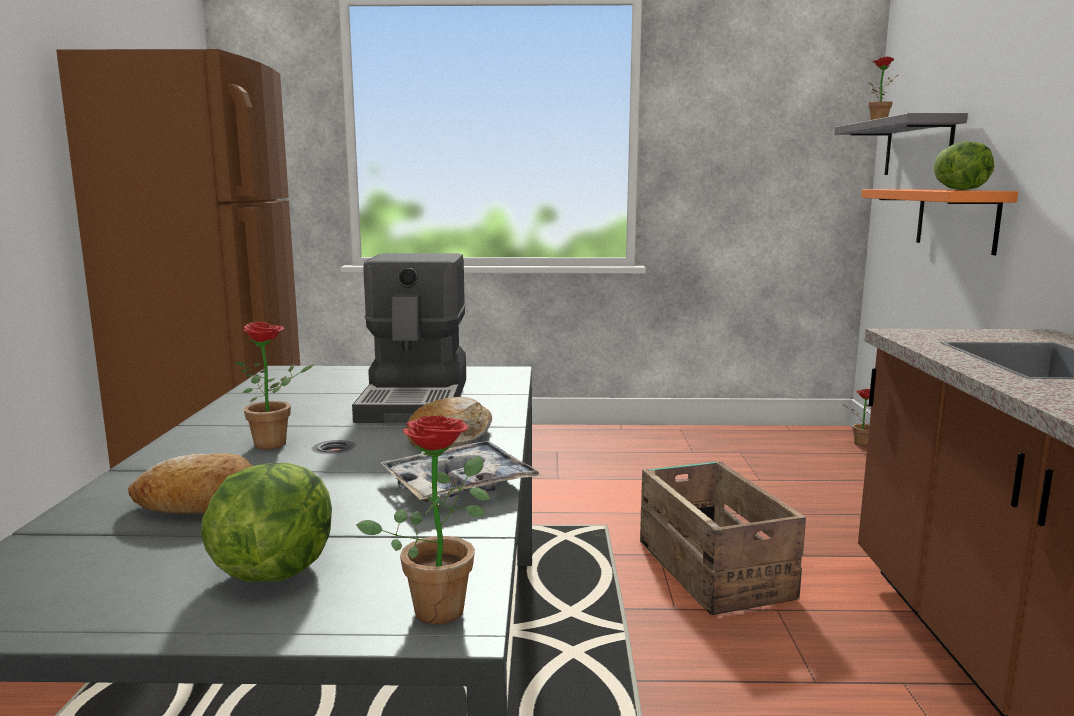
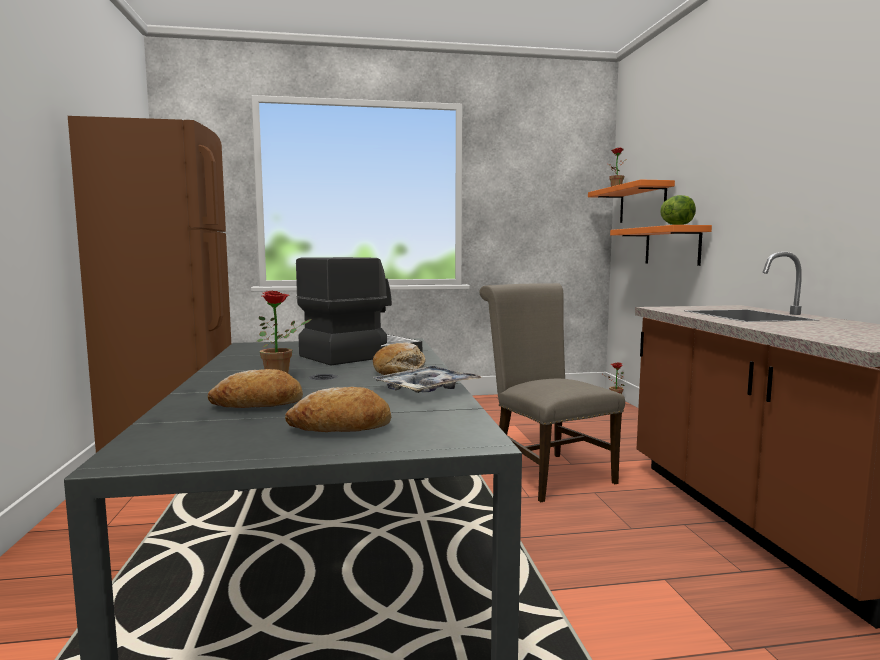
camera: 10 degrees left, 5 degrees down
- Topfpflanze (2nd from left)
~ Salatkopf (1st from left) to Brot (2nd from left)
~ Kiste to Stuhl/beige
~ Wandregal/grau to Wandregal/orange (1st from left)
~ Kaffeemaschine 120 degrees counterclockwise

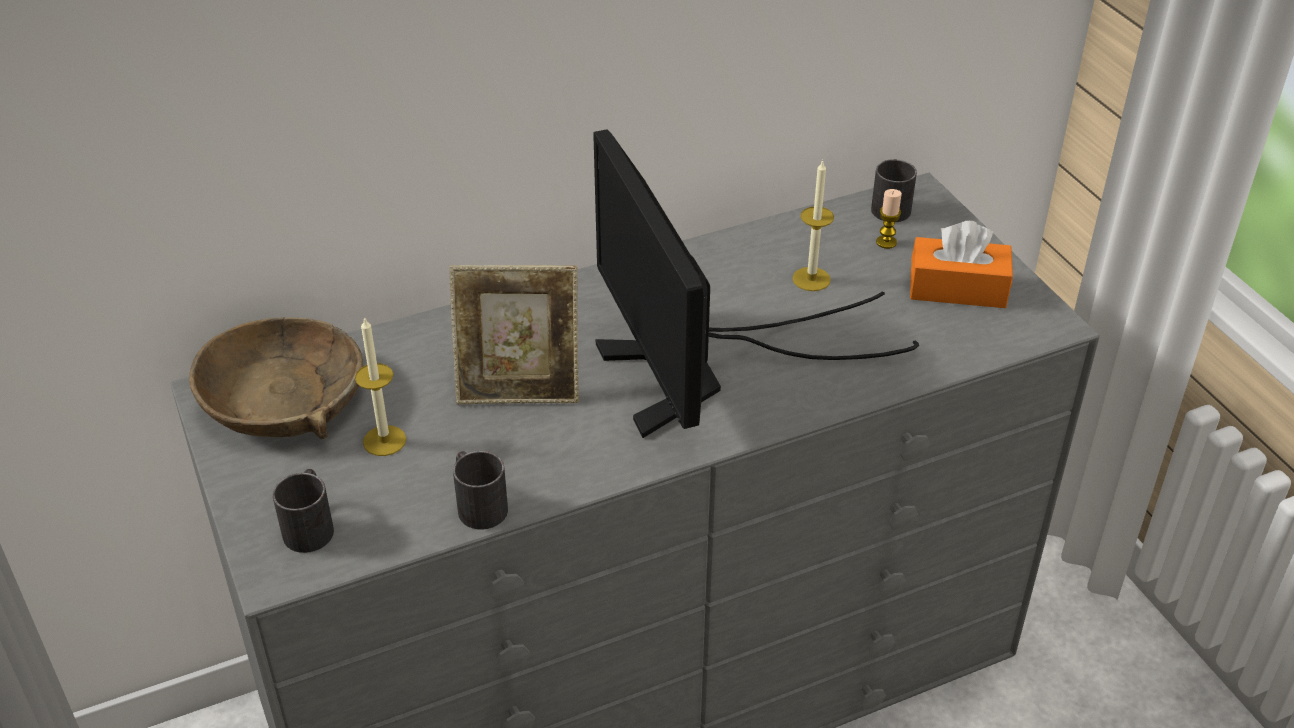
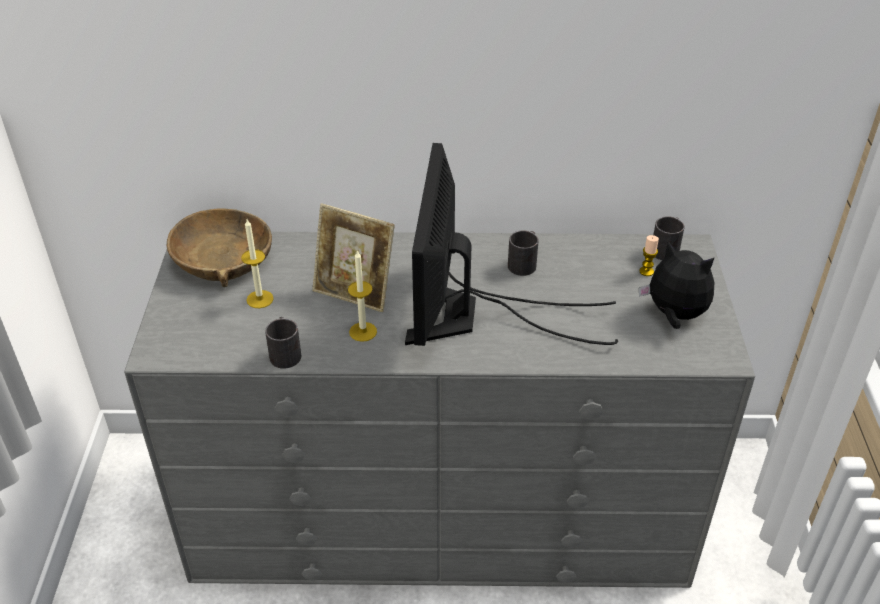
camera: 25 degrees right, 0 degrees up
~ Henkelbecher/schwarz (1st from left in the first image) to Henkelbecher/schwarz (2nd from left)
~ Kerze (2nd from left)
~ Taschentuchbox/orange to Plüschtier

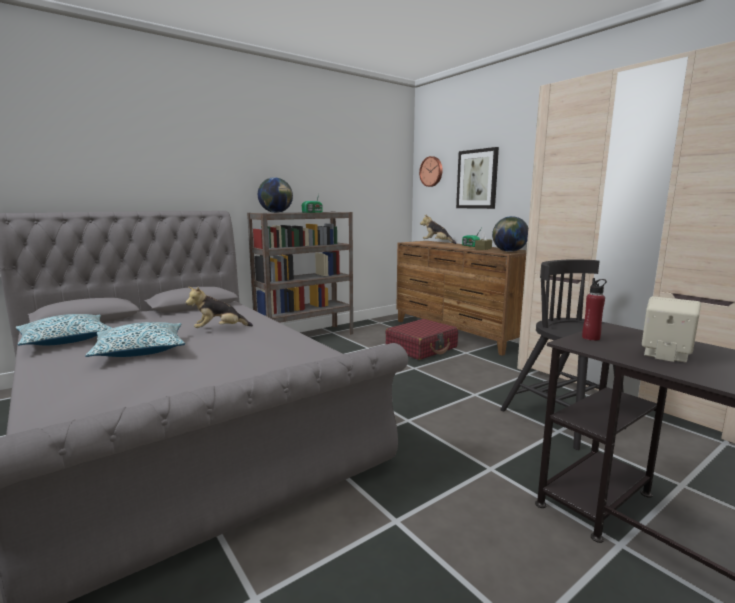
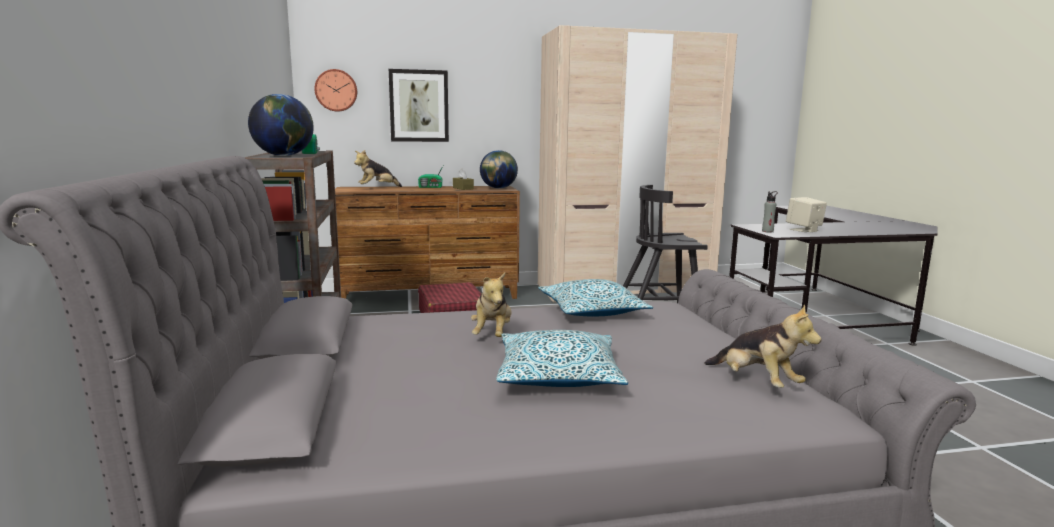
camera: 65 degrees left, 0 degrees up
+ Plüschtier (3rd from left)
~ Kissen (1st from left in the first image) to Kissen (2nd from left)
~ Flasche/rot to Flasche/grau

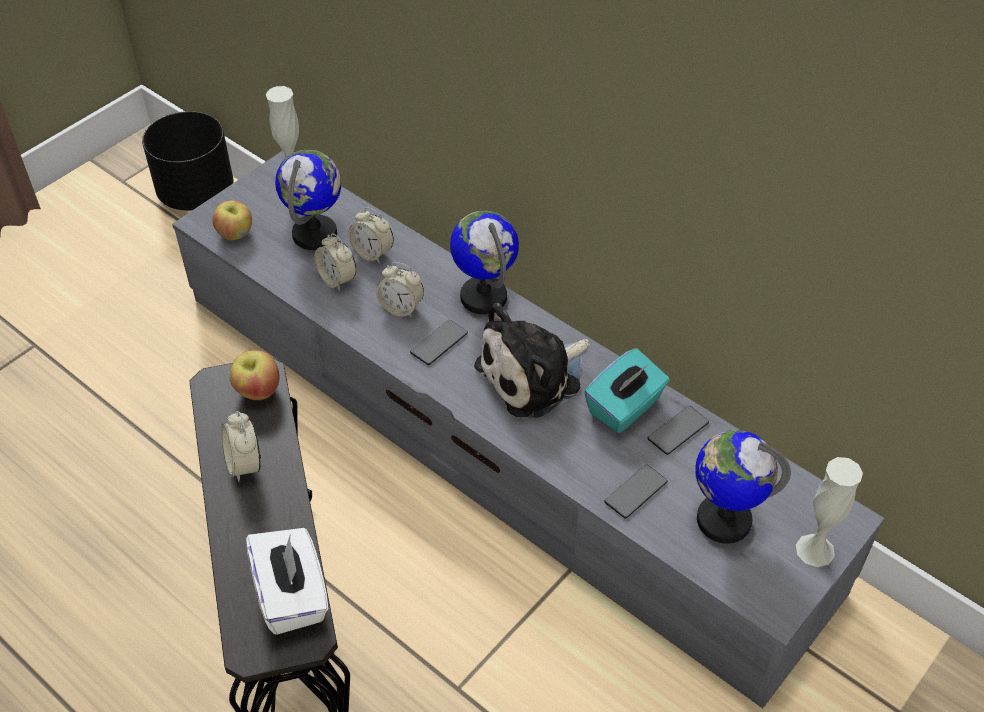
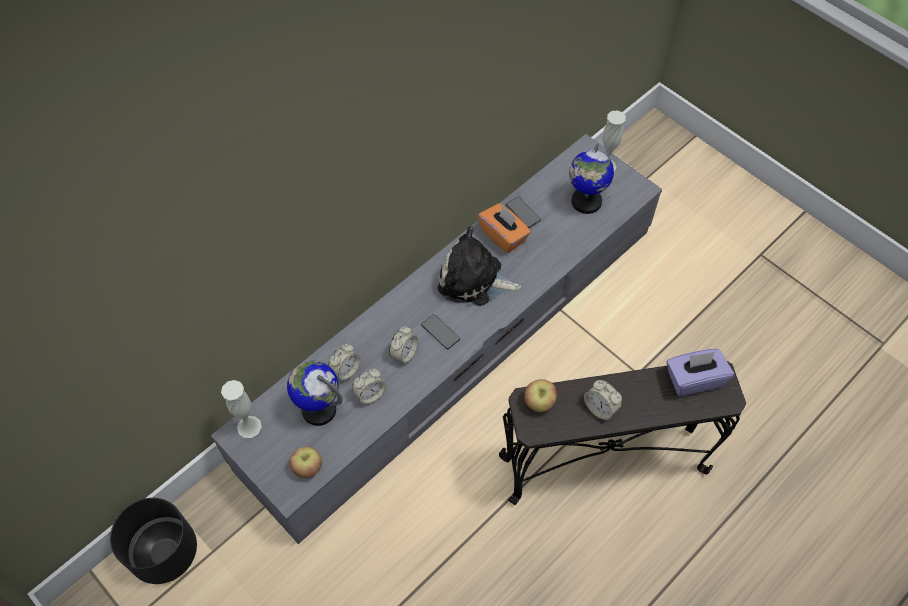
camera: 85 degrees left, 10 degrees up
- Globus (2nd from left)
- Handy (2nd from left)
~ Taschentuchbox/weiß to Taschentuchbox/lila
~ Taschentuchbox/türkis to Taschentuchbox/orange
~ Wecker (1st from left in the first image) 60 degrees clockwise
~ Plüschtier 135 degrees clockwise

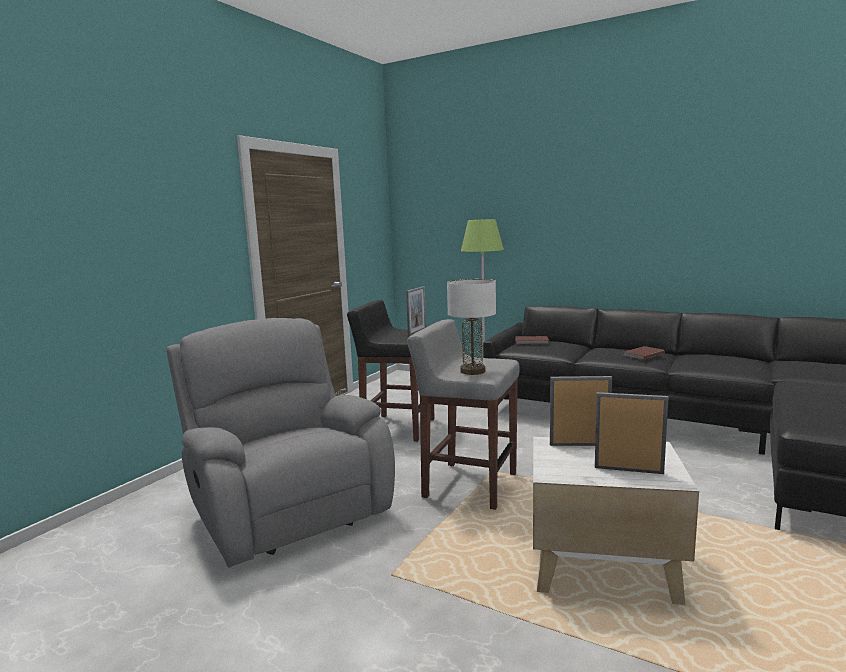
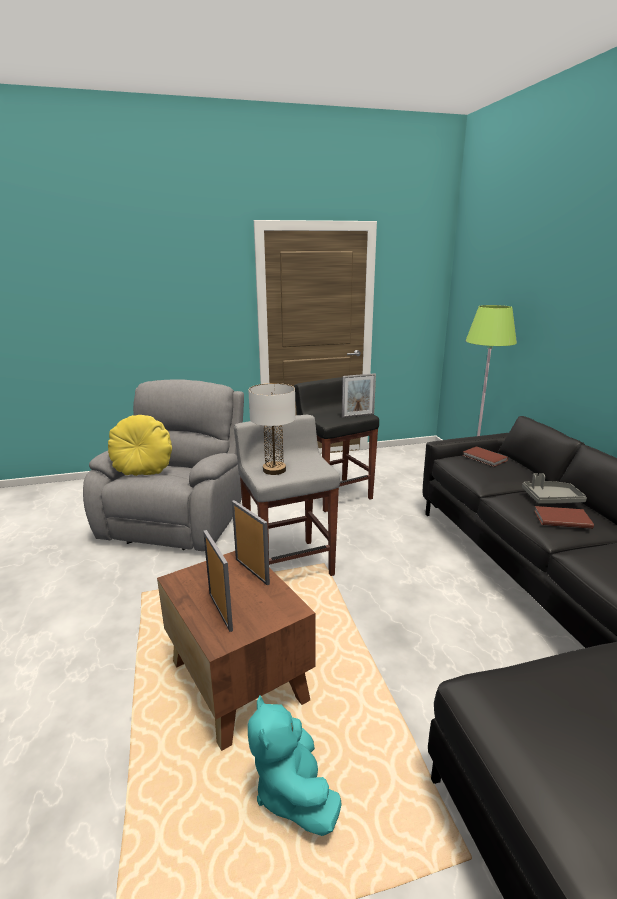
camera: 45 degrees right, 10 degrees up
+ Kissen/gelb
+ Plüschtier/türkis
+ Tablett/grau
~ Beistelltisch/weiß to Beistelltisch/braun

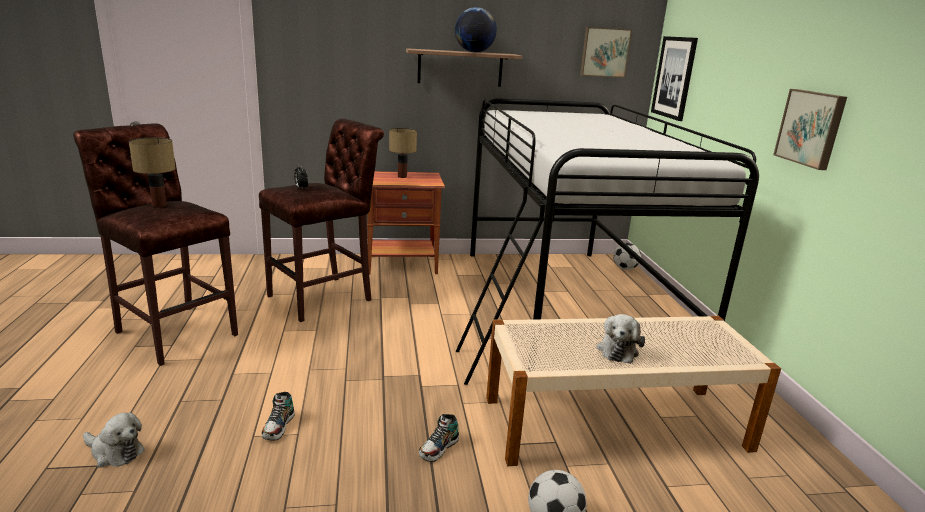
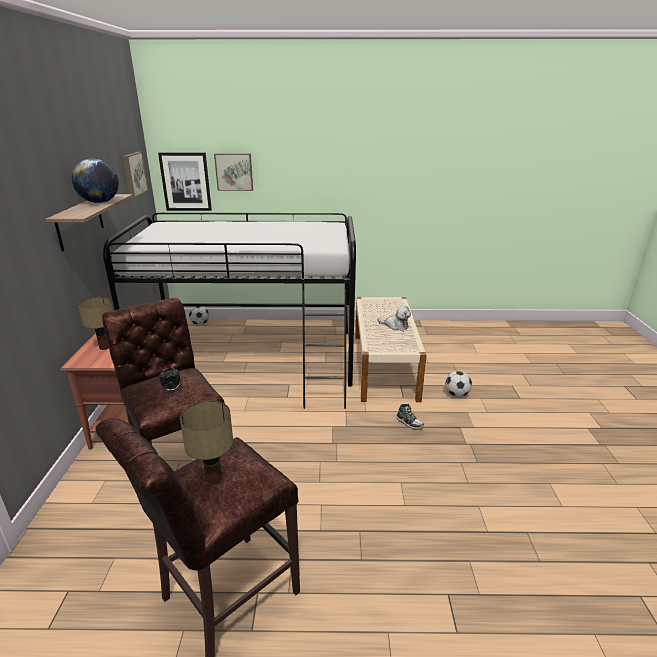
camera: 80 degrees left, 5 degrees up
- Plüschtier (1st from left)
- Schuh (1st from left)
~ Bild (3rd from left)

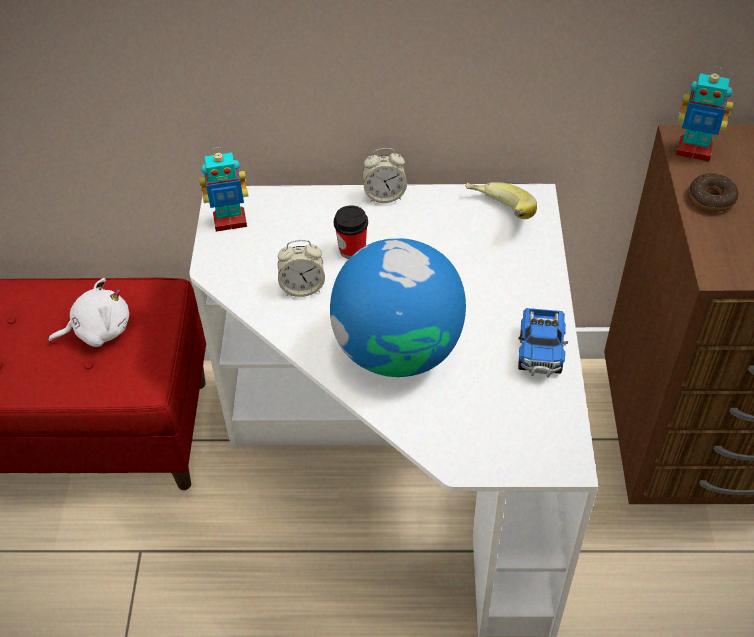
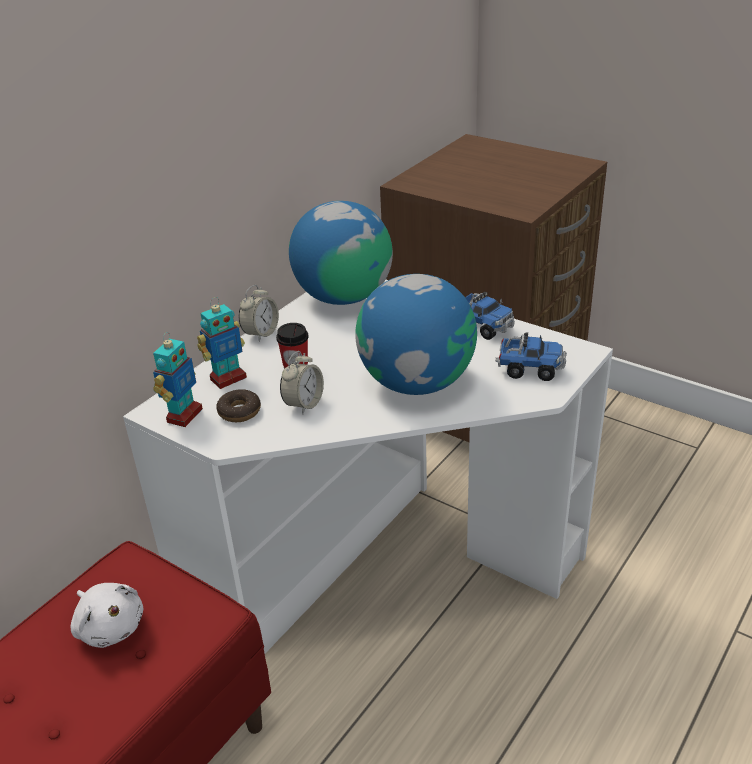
camera: 55 degrees left, 15 degrees down
+ Spielzeuglaster (2nd from left)
~ Spielzeugroboter (2nd from left)
~ Donut
~ Banane to Globus (1st from left)
~ Plüschtier/weiß 120 degrees clockwise

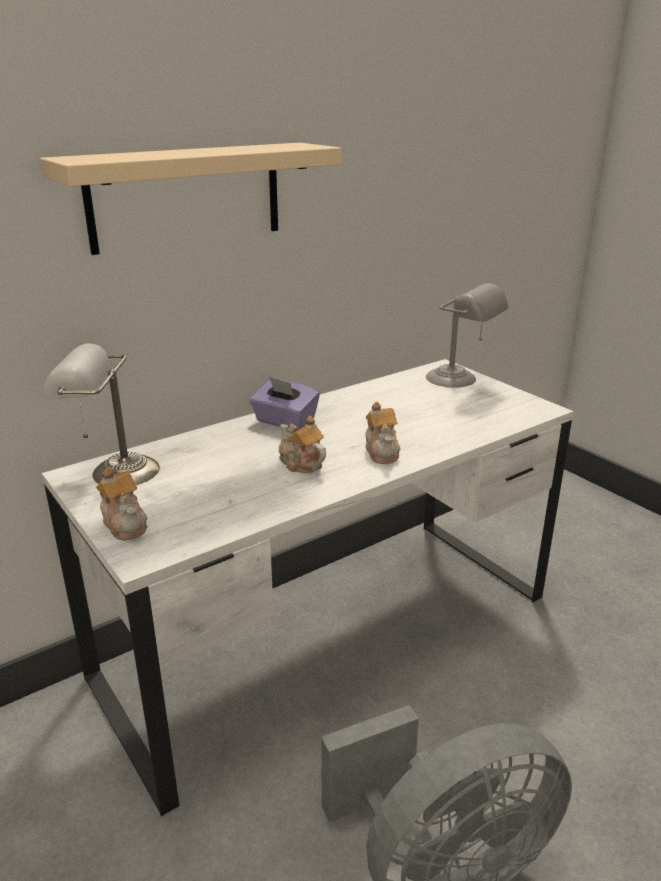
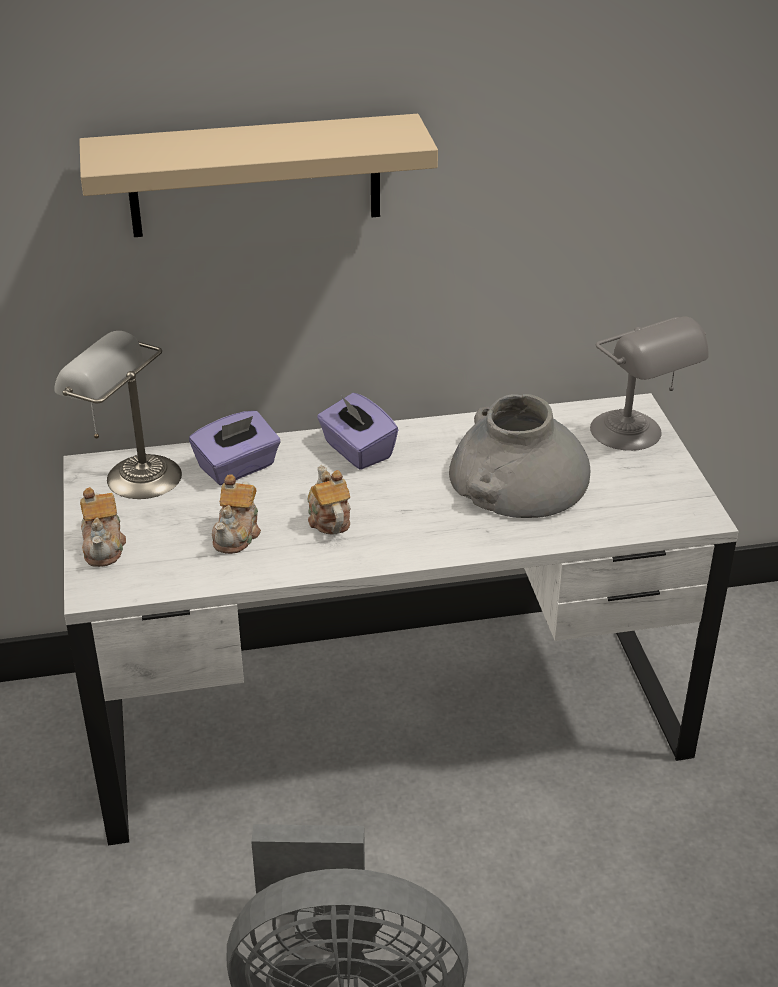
camera: 25 degrees right, 10 degrees up
+ Taschentuchbox/lila (1st from left)
+ Vase/grau
~ Teekanne (3rd from left in the first image) to Teekanne (2nd from left)

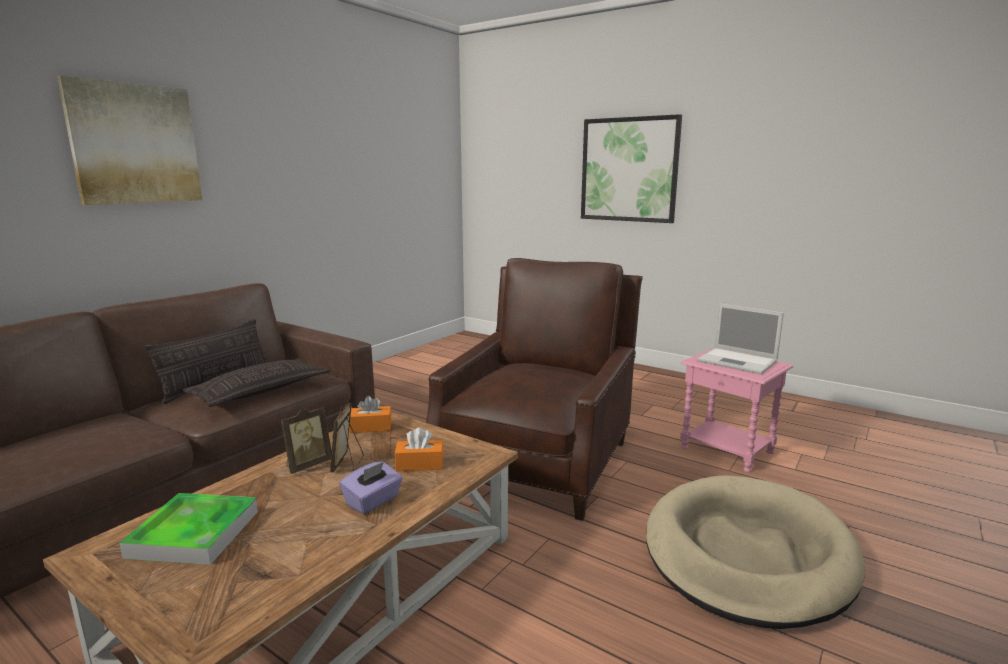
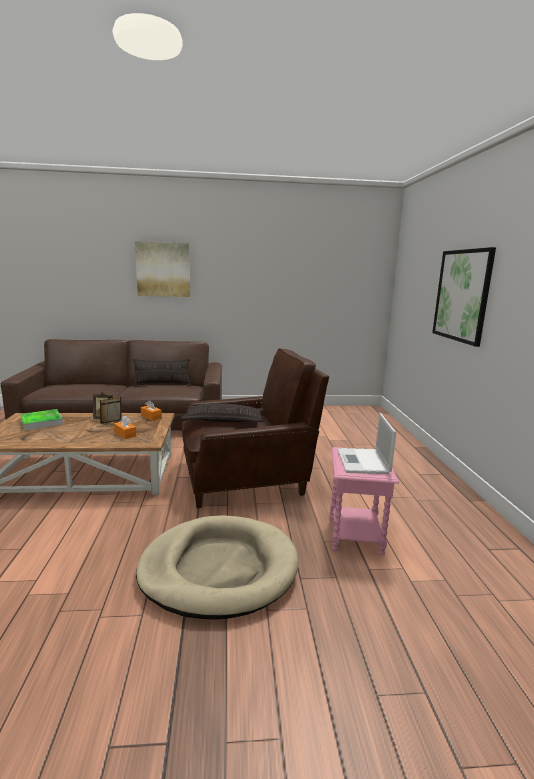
camera: 50 degrees right, 0 degrees up
- Taschentuchbox/lila
~ Kissen (2nd from left)

